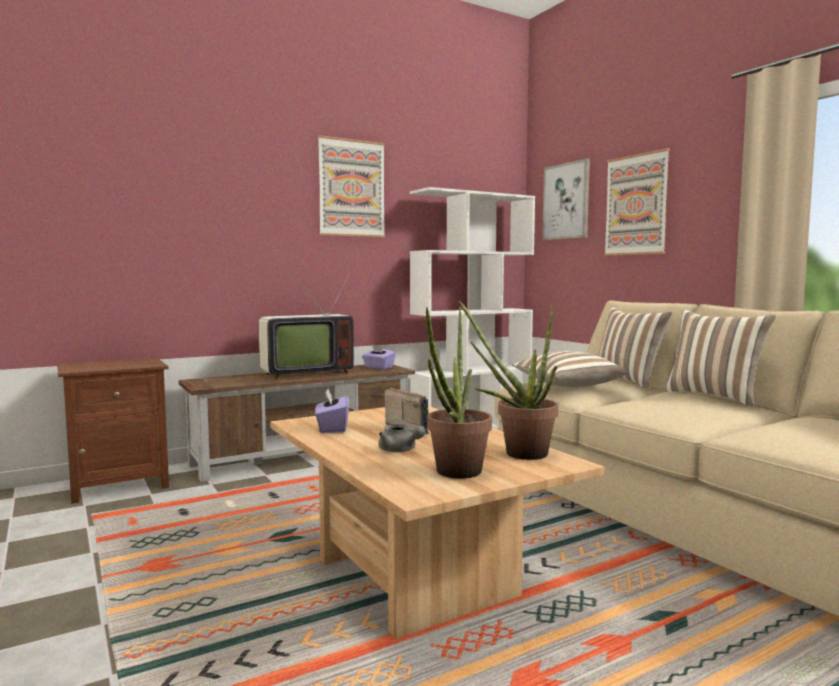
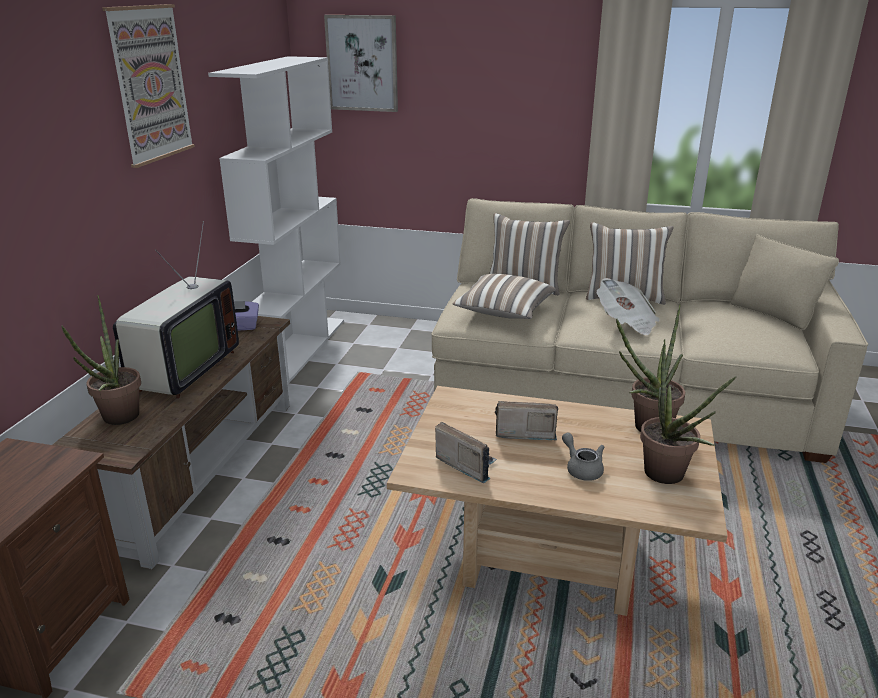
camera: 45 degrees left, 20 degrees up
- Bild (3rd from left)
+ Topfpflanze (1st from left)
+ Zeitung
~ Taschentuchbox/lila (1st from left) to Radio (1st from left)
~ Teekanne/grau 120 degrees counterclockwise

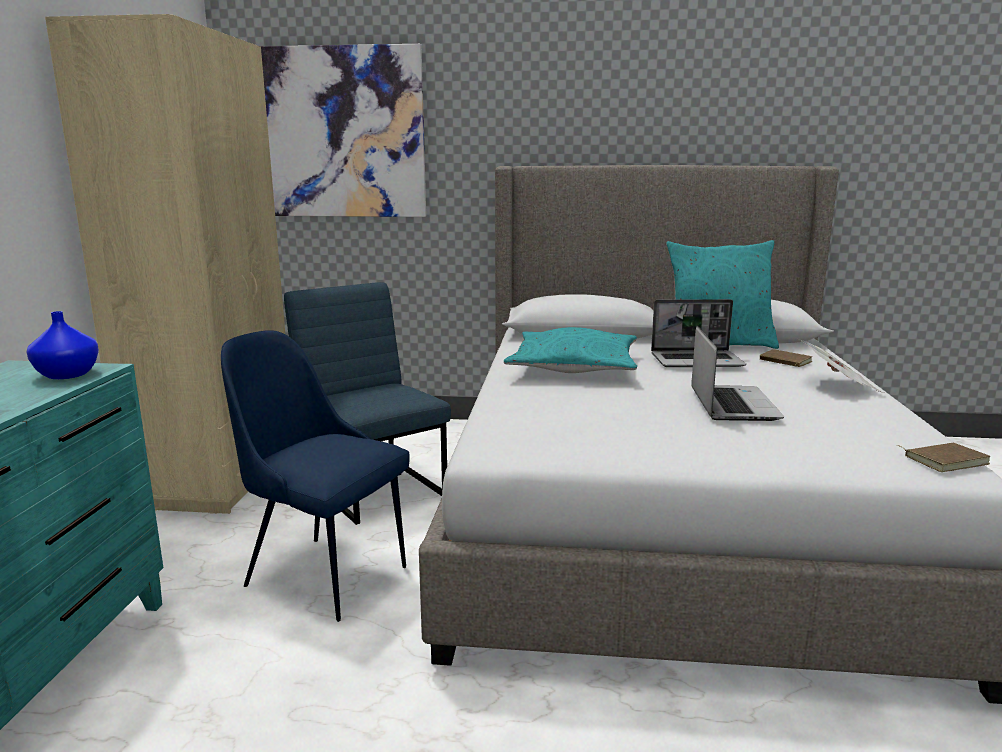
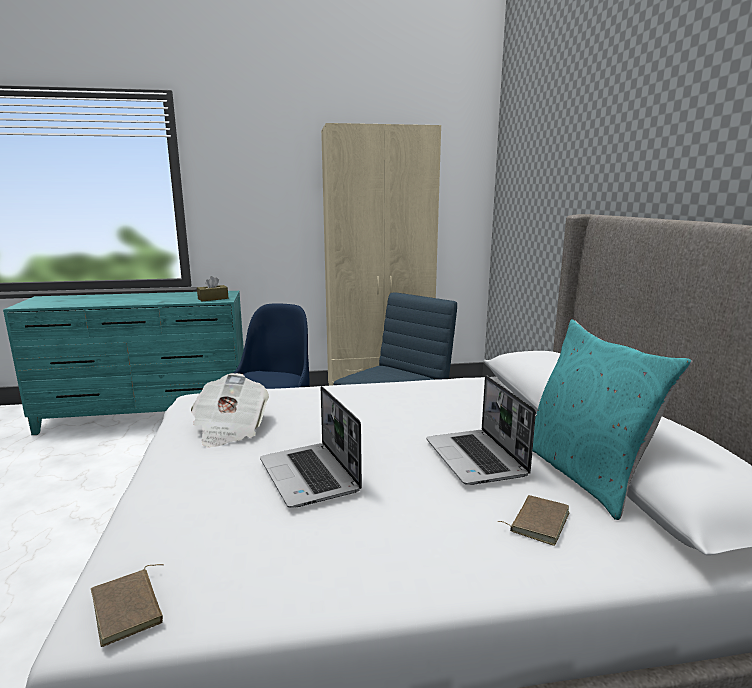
camera: 75 degrees right, 0 degrees up
- Bild
- Kissen/türkis (1st from left)
~ Zeitung
~ Vase/blau to Taschentuchbox/braun
~ Laptop (2nd from left in the first image) 75 degrees clockwise

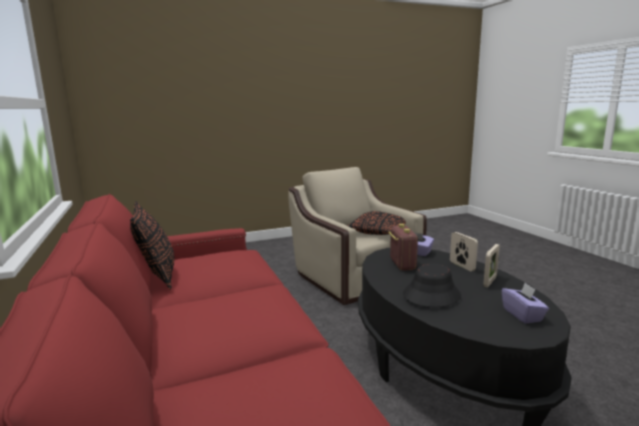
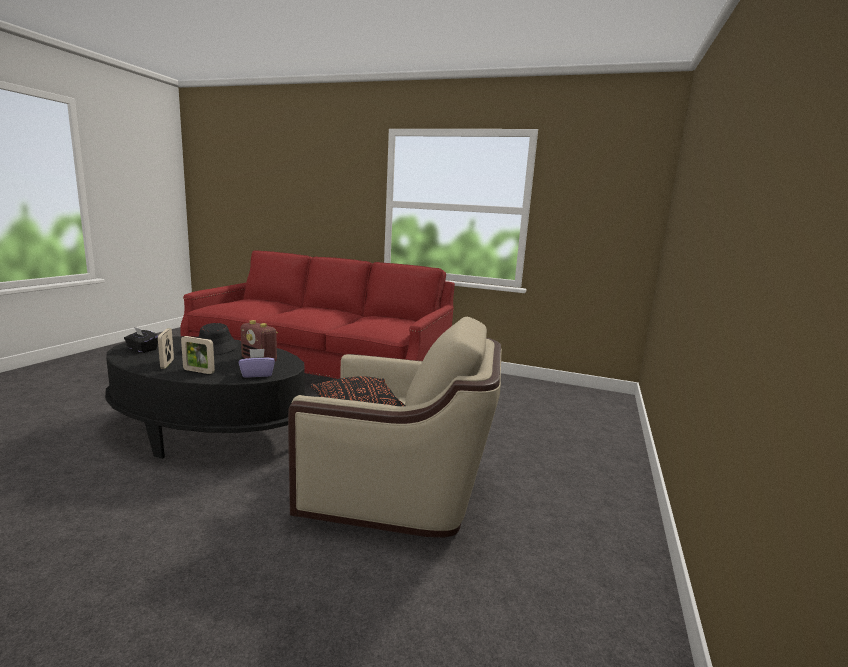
camera: 130 degrees right, 0 degrees up
- Kissen/schwarz (1st from left)
~ Taschentuchbox/lila (2nd from left) to Taschentuchbox/schwarz

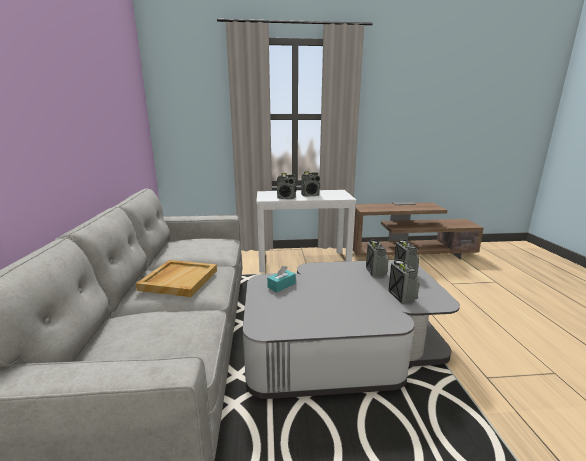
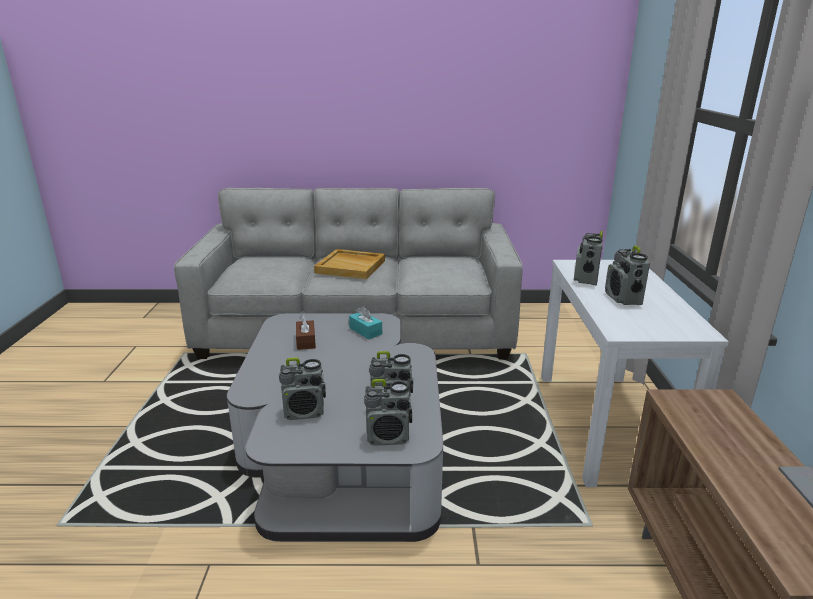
camera: 95 degrees right, 5 degrees up
+ Taschentuchbox/braun

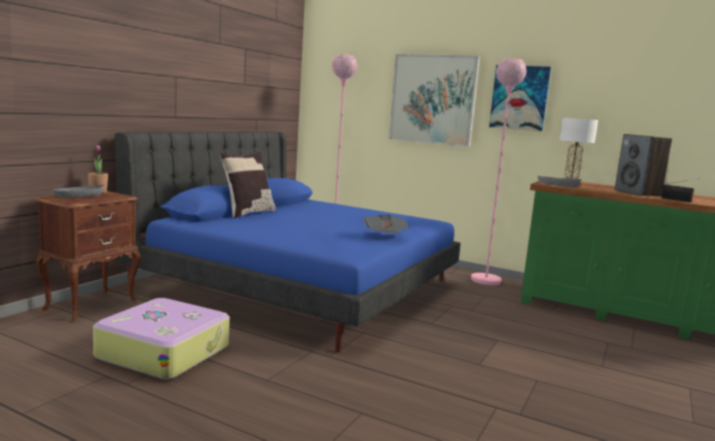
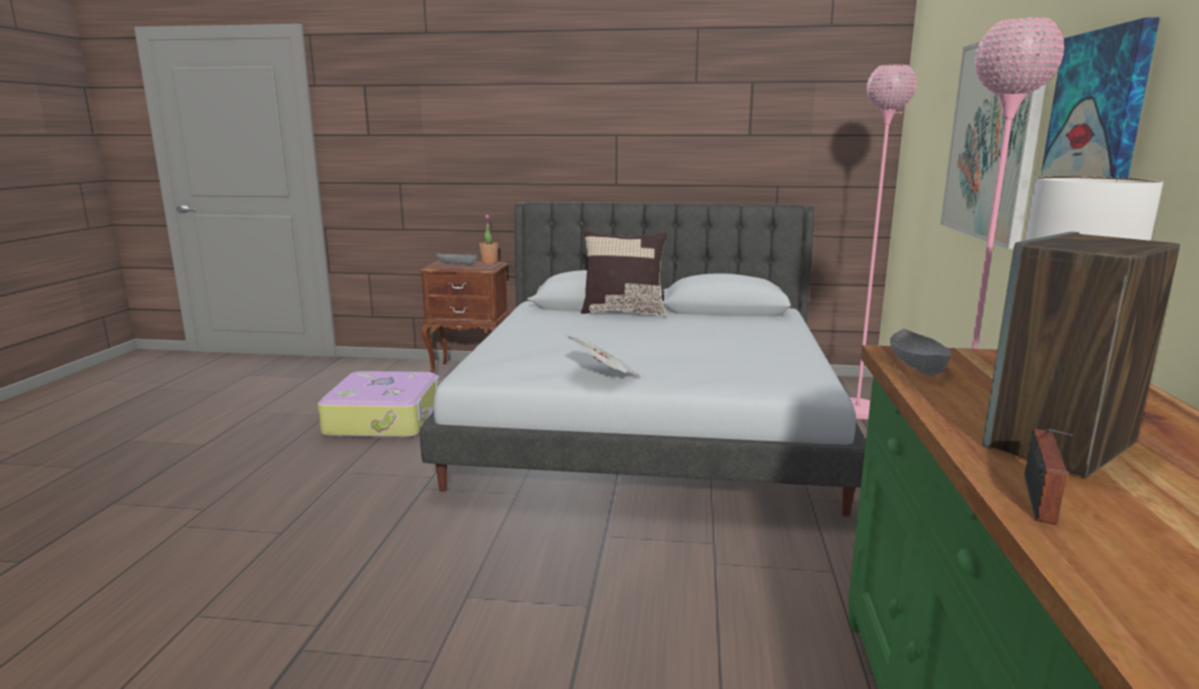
camera: 70 degrees right, 5 degrees up
~ Bett/blau to Bett/grau

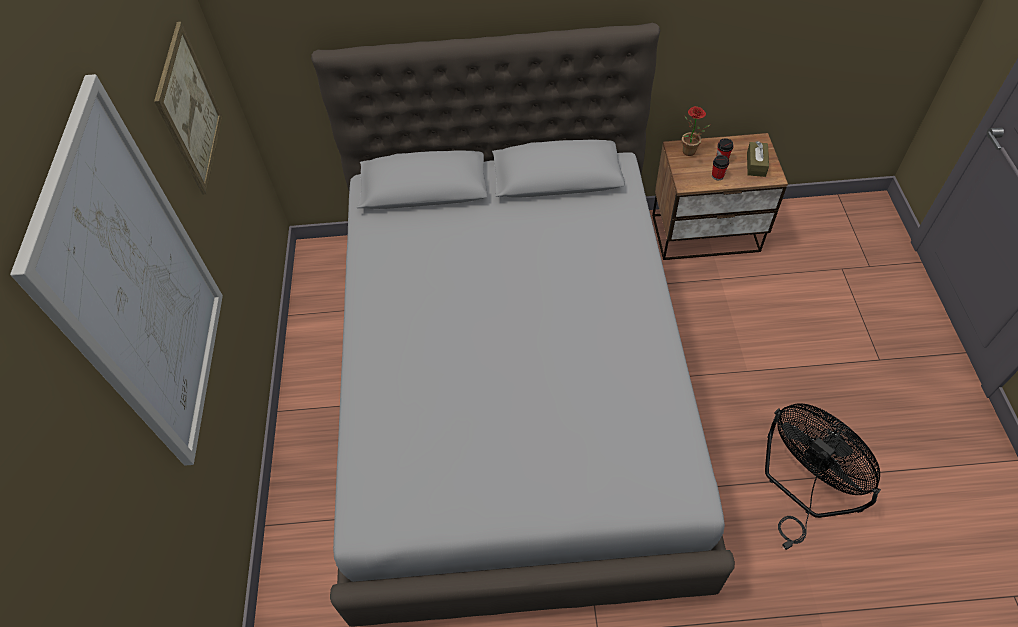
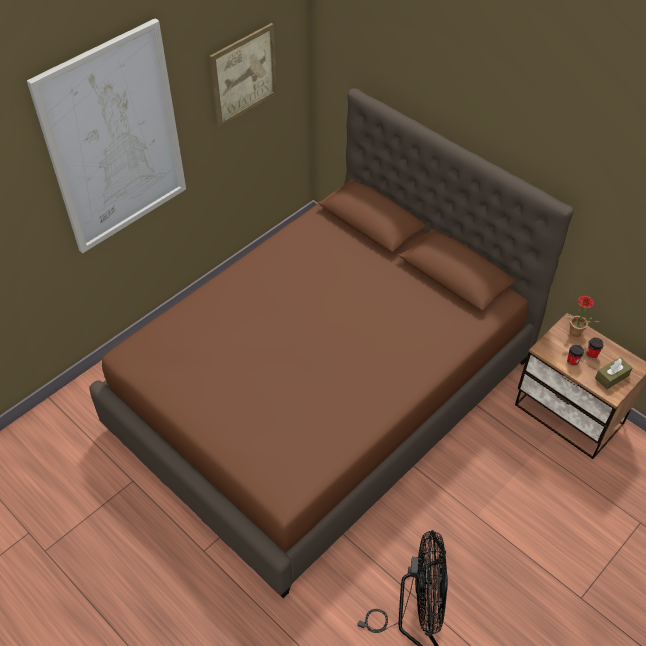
camera: 45 degrees right, 5 degrees down
~ Bett/grau to Bett/braun

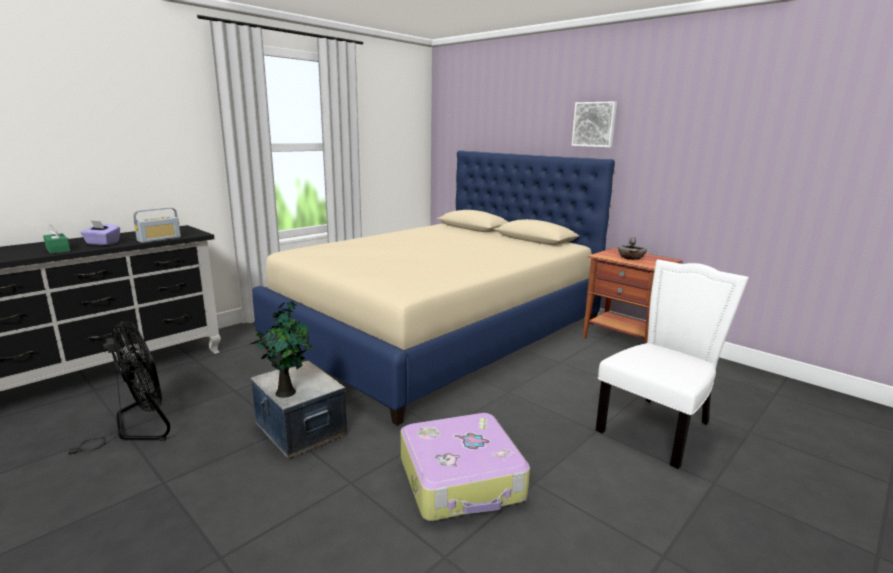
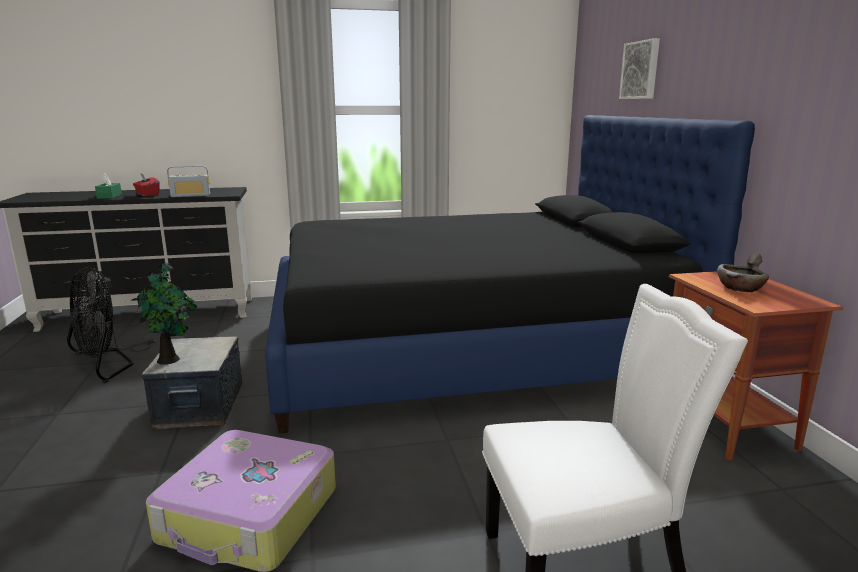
camera: 35 degrees right, 0 degrees up
~ Bild
~ Taschentuchbox/lila to Taschentuchbox/rot
~ Bett/beige to Bett/schwarz
~ Ventilator/schwarz 135 degrees clockwise

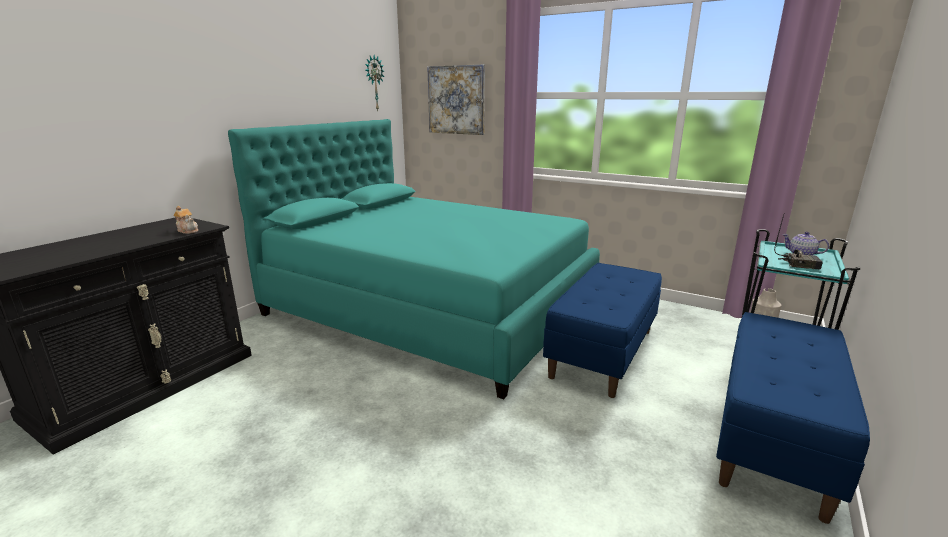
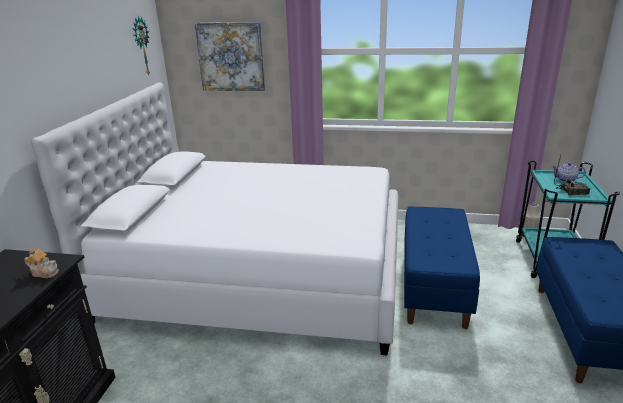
camera: 20 degrees left, 5 degrees up
~ Bett/türkis to Bett/weiß

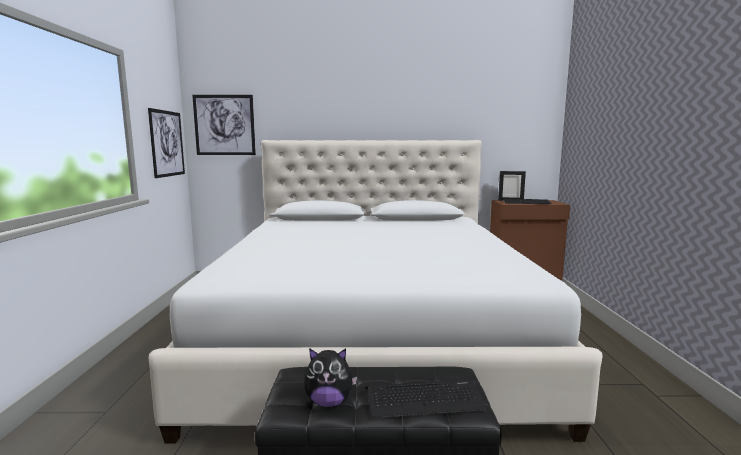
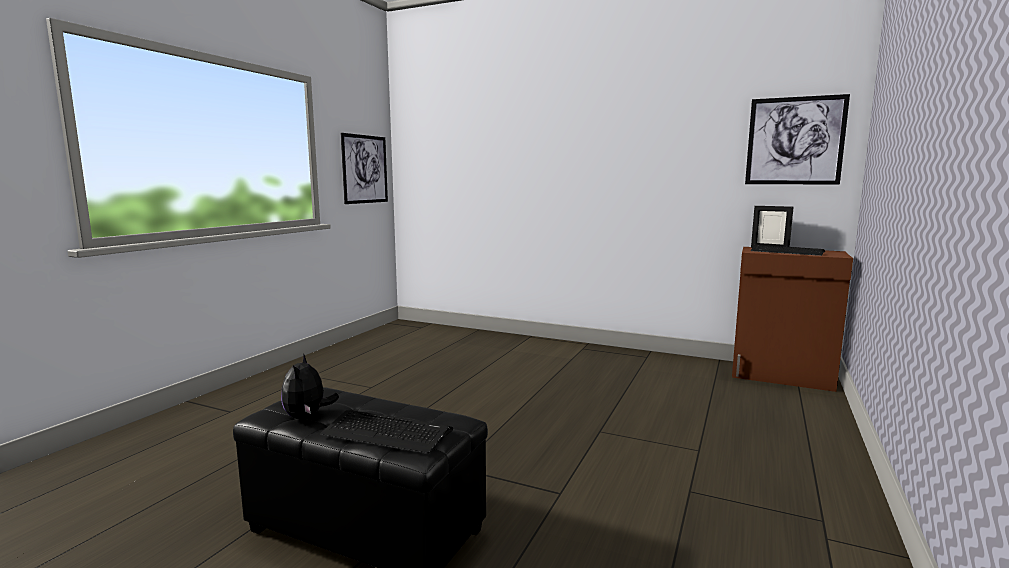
camera: 25 degrees right, 0 degrees up
- Bett/weiß
~ Bild (2nd from left)
~ Plüschtier 60 degrees clockwise

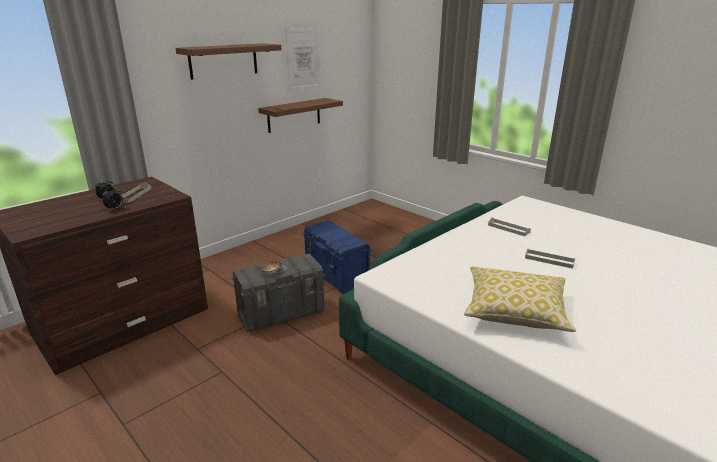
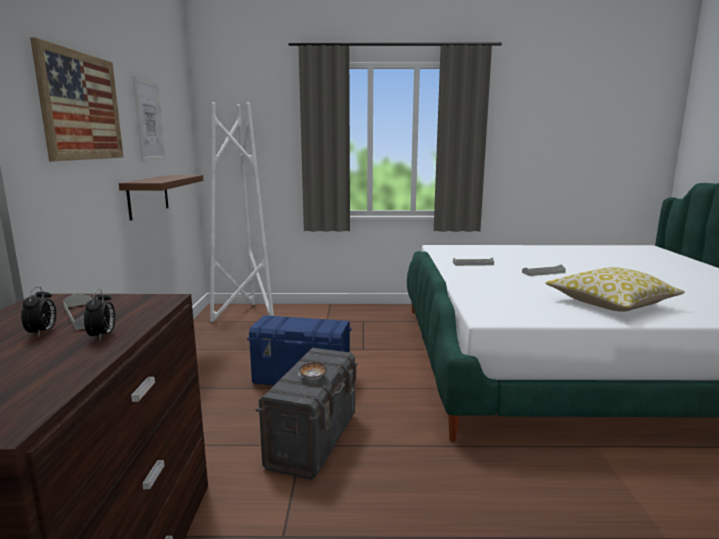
camera: 45 degrees left, 10 degrees down
+ Kleiderständer/weiß
~ Wandregal/braun (1st from left) to Bild (1st from left)

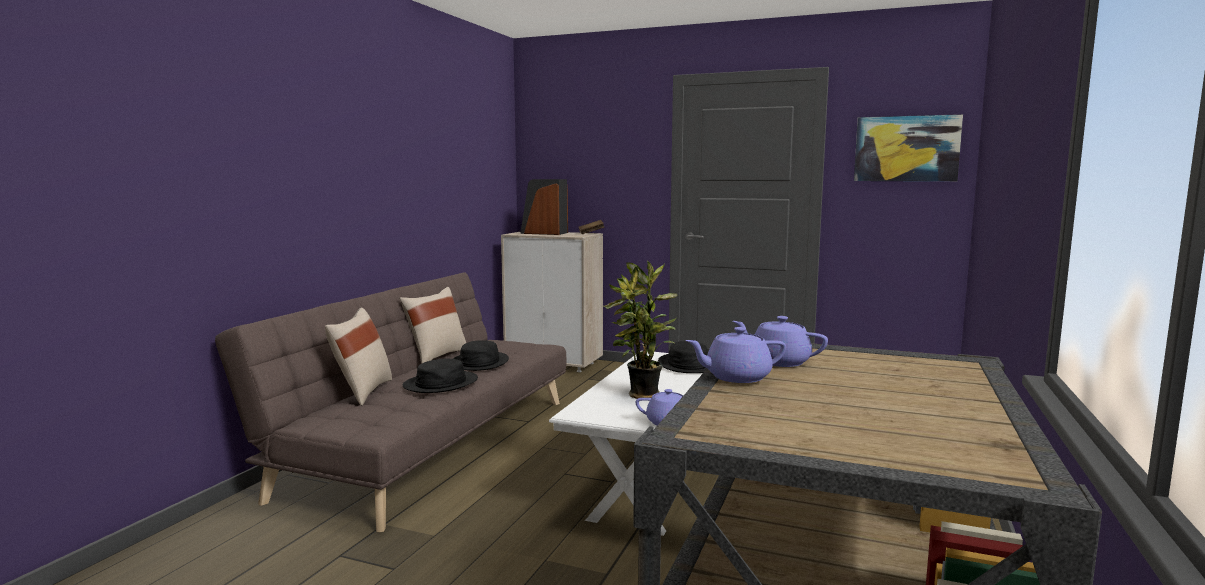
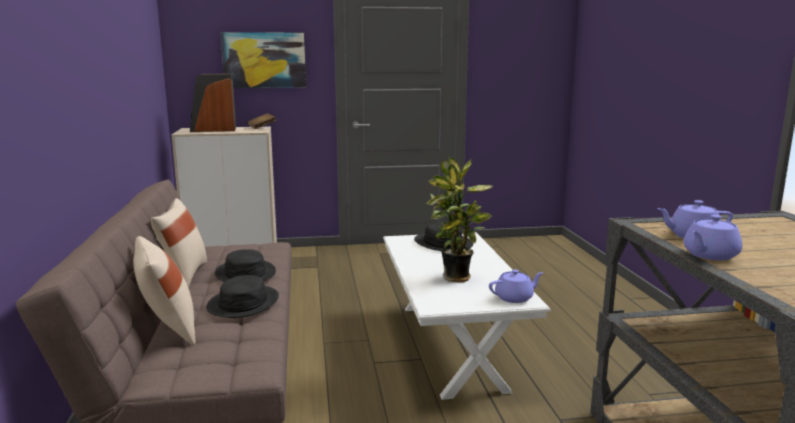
camera: 30 degrees left, 5 degrees up
~ Bild

